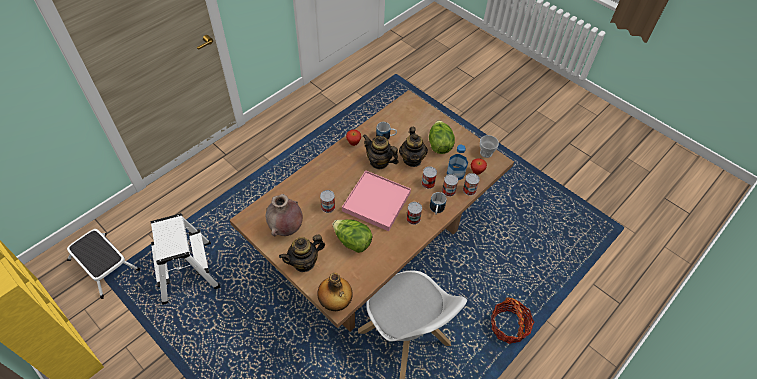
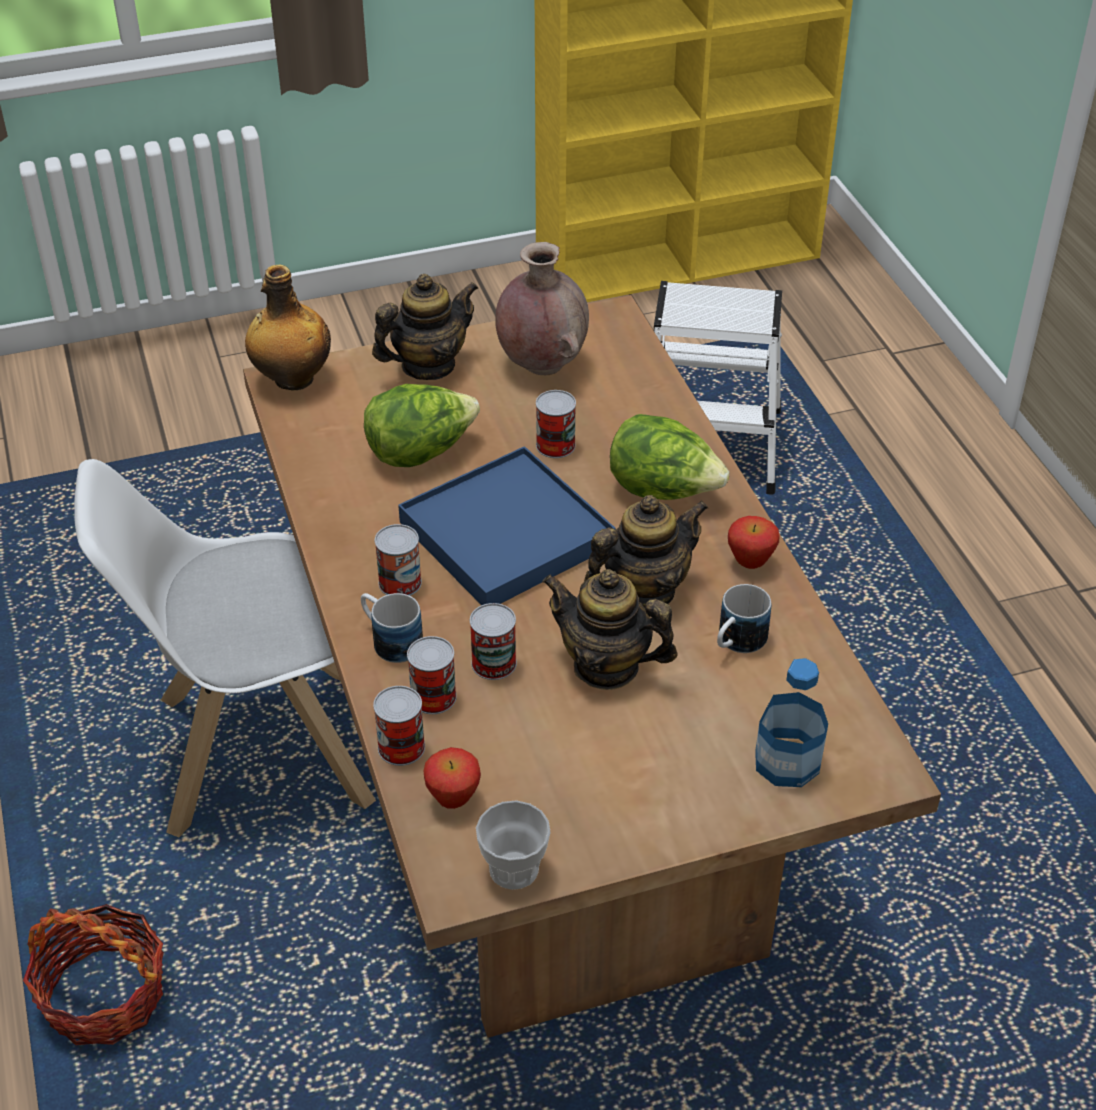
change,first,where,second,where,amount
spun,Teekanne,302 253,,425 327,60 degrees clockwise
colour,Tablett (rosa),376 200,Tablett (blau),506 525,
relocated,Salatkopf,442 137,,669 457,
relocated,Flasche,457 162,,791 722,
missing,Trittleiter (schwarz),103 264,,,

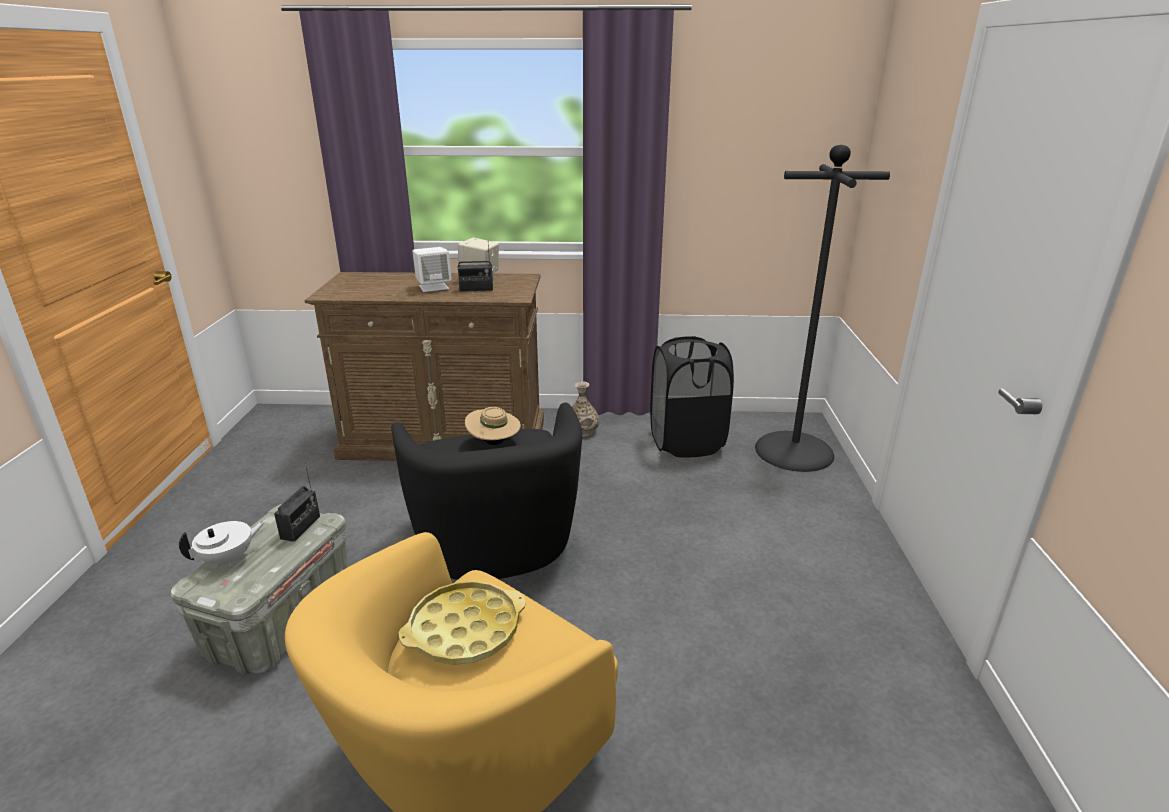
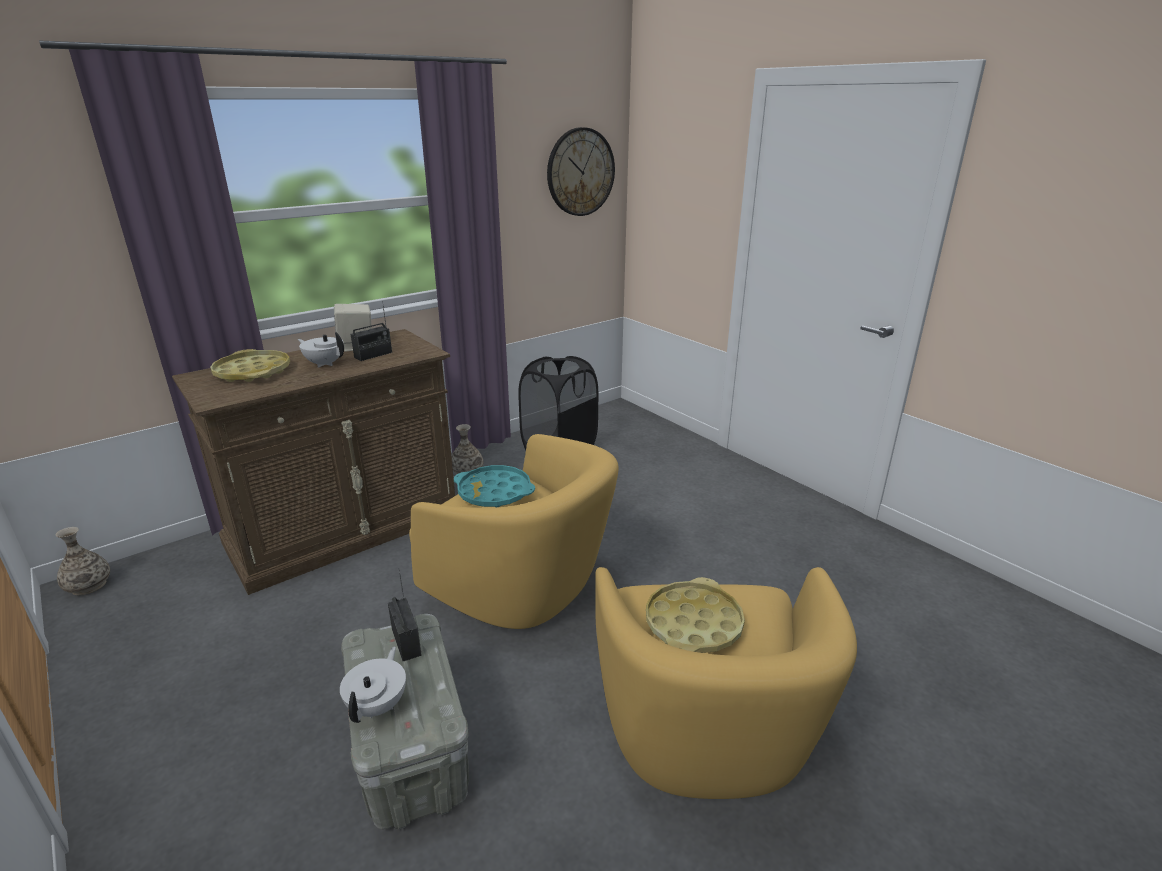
change,first,where,second,where,amount
appeared,,,Vase,83 561,
appeared,,,Tablett (gelb),250 365,
exchanged,Lautsprecher (weiß),432 269,Teekanne (weiß),321 350,
colour,Sessel (schwarz),486 491,Sessel (gelb),514 531,
exchanged,Hut (beige),493 426,Tablett (türkis),494 486,
appeared,,,Wanduhr,581 171,
missing,Kleiderständer (schwarz),822 308,,,

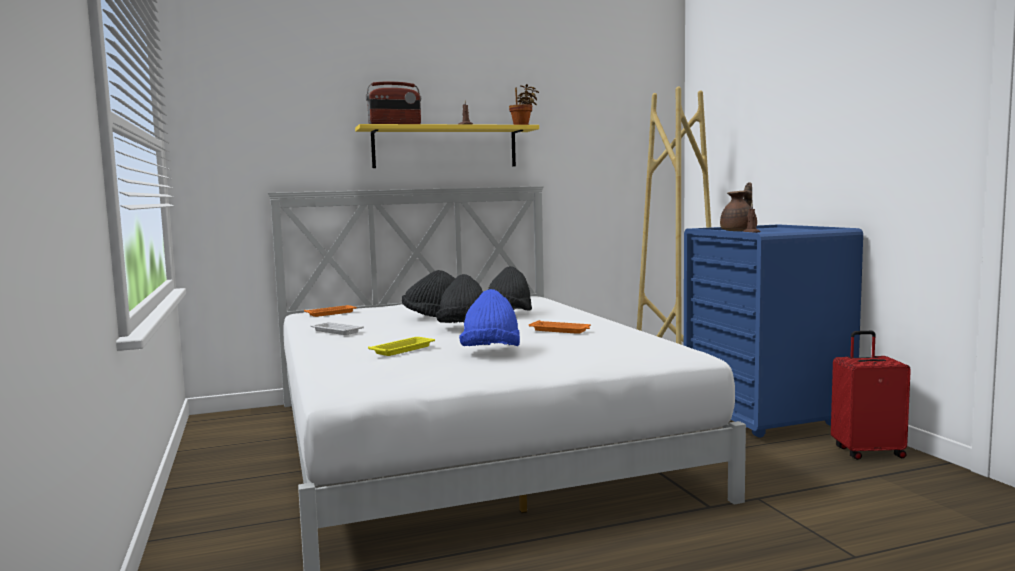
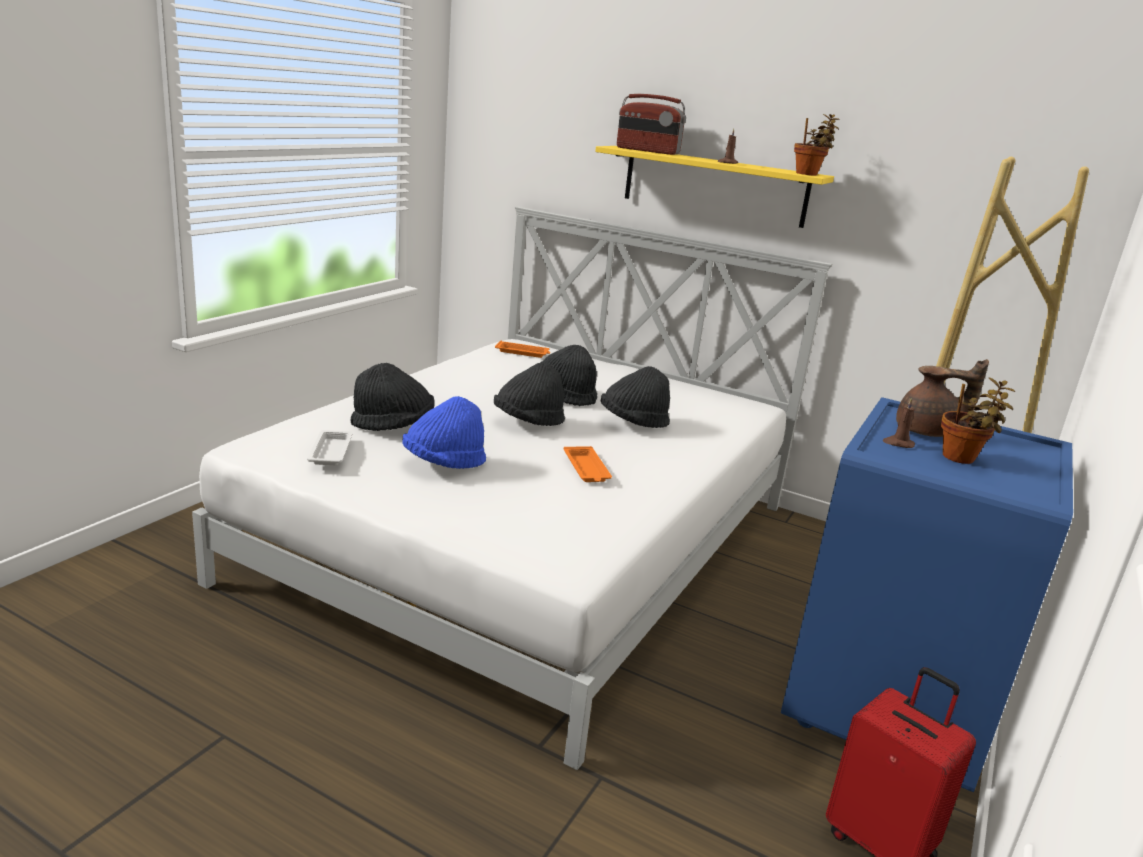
change,first,where,second,where,amount
relocated,Tablett (weiß),337 328,,330 447,
exchanged,Tablett (gelb),401 346,Hut (schwarz),393 397,
appeared,,,Topfpflanze,978 420,

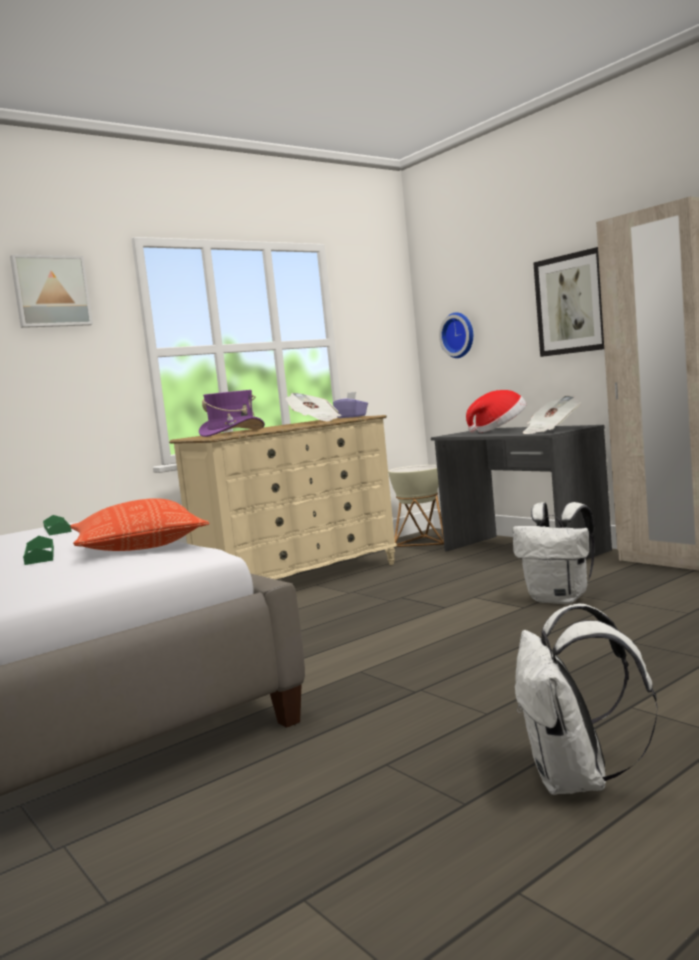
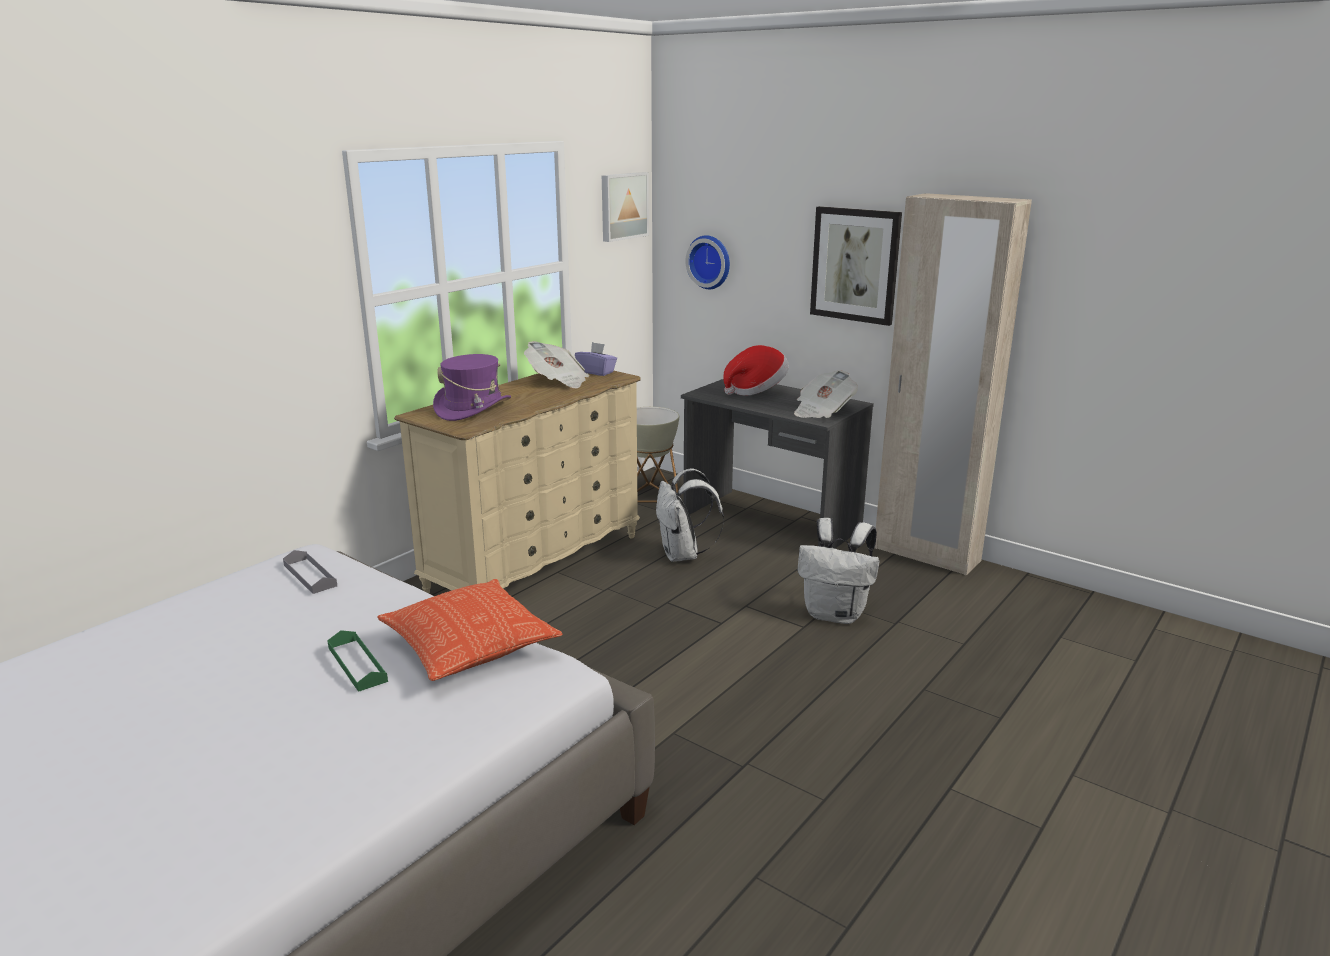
change,first,where,second,where,amount
colour,Tablett (grün),57 525,Tablett (grau),310 572,
relocated,Bild,51 291,,625 207,
relocated,Rucksack (weiß),586 699,,690 515,

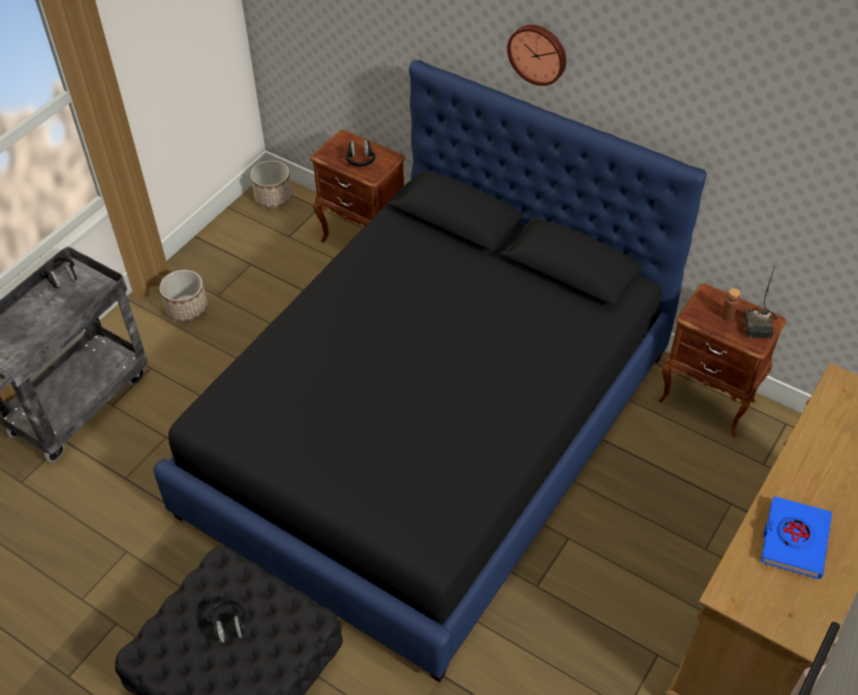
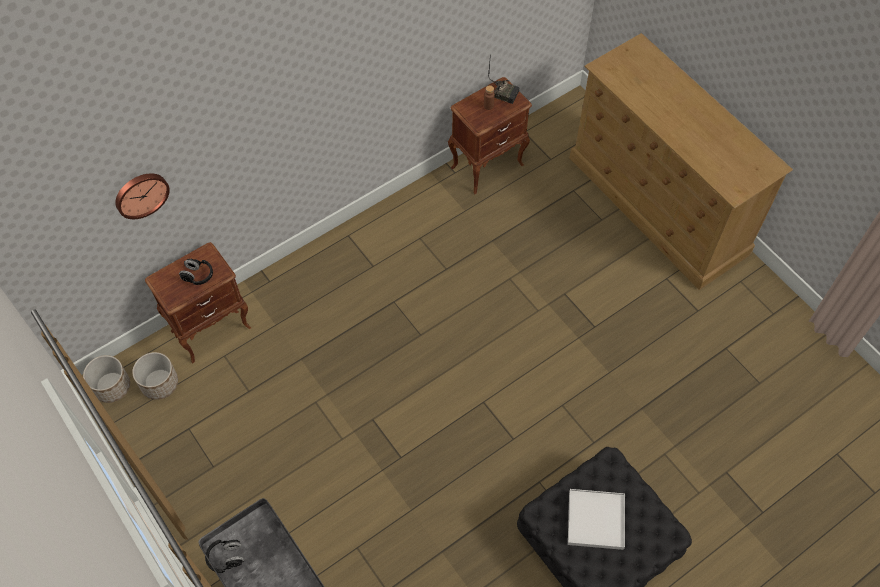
change,first,where,second,where,amount
relocated,Wanduhr,536 55,,142 196,
relocated,Pflanzkübel,184 296,,155 376,
exchanged,Kopfhörer (schwarz),226 621,Tablett (weiß),596 519,
missing,Bett (schwarz),430 371,,,
missing,Buch (blau),796 537,,,

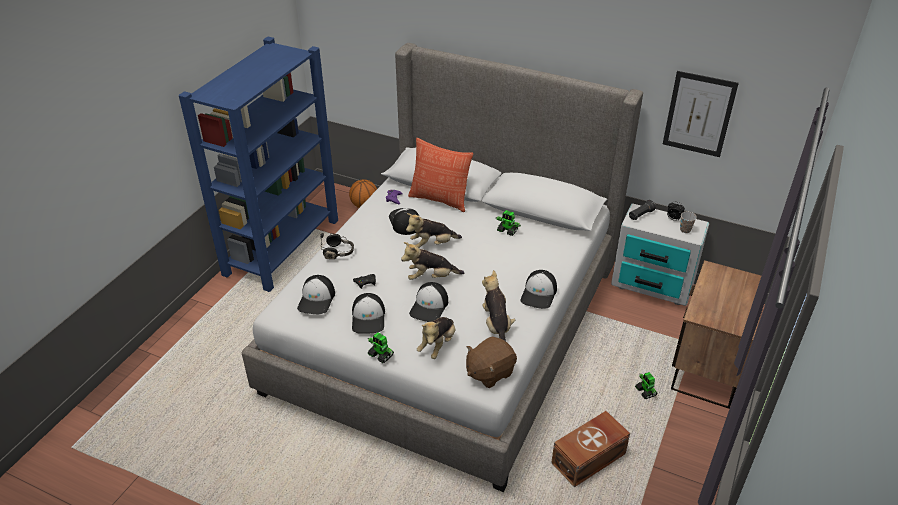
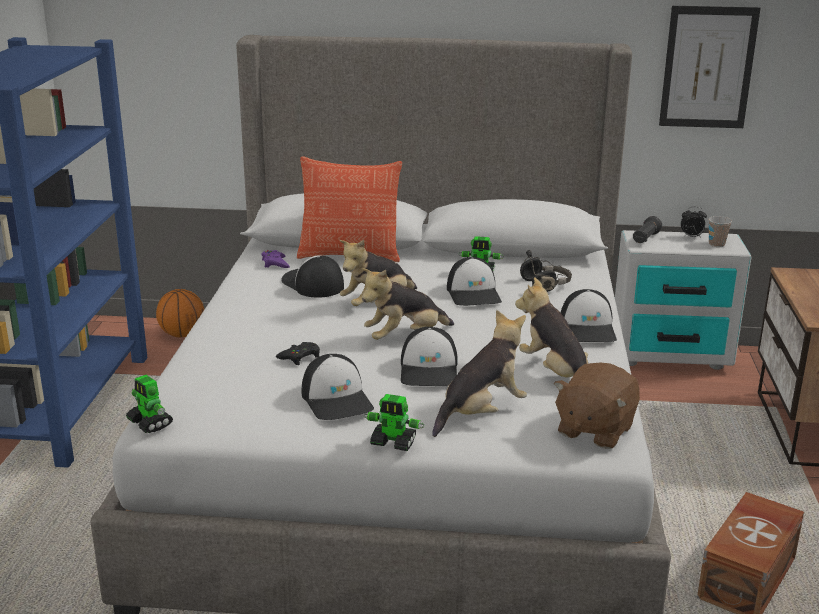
change,first,where,second,where,amount
relocated,Spielzeugroboter,646 385,,149 404,
spun,Plüschtier,436 338,,479 373,135 degrees counterclockwise
relocated,Kappe,316 294,,474 281,
relocated,Kopfhörer (schwarz),337 246,,546 271,

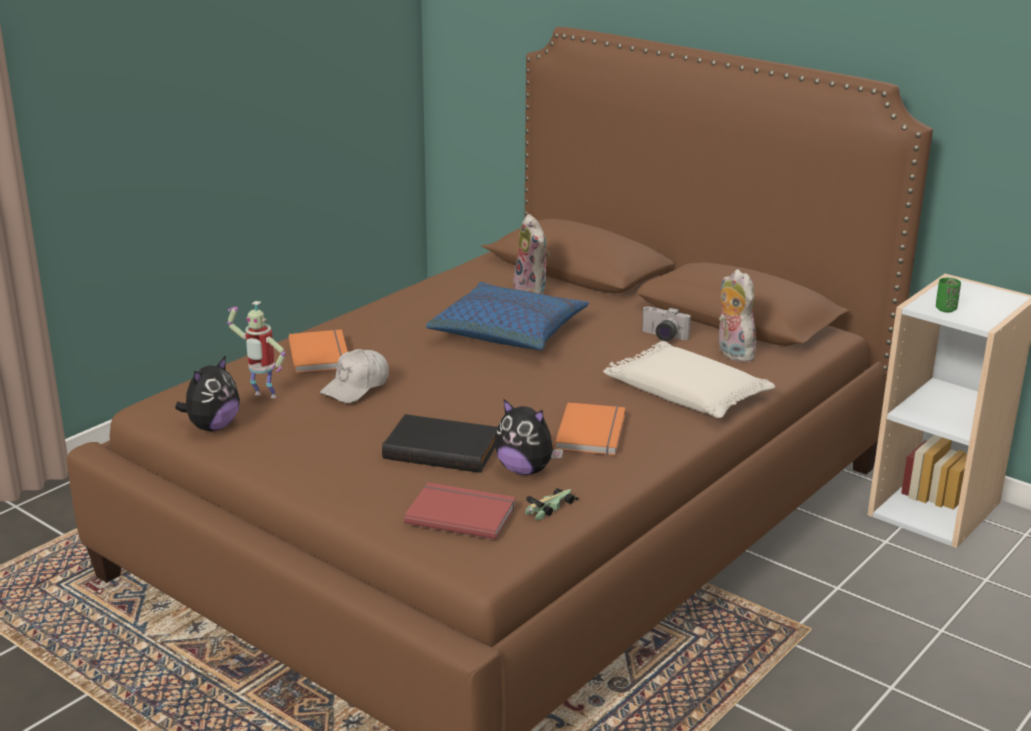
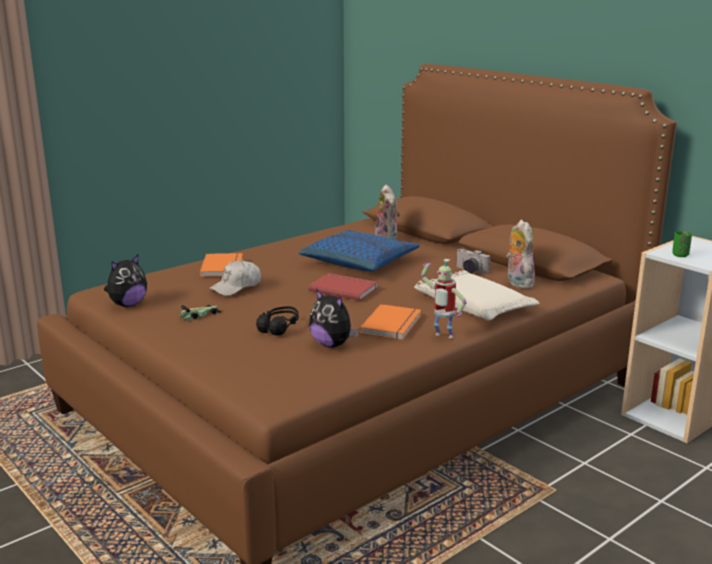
change,first,where,second,where,amount
relocated,Spielzeugauto,552 504,,200 313,
exchanged,Buch (schwarz),439 443,Kopfhörer (schwarz),277 321,
relocated,Buch (rot),460 511,,343 287,
relocated,Spielzeugroboter,256 349,,444 299,

